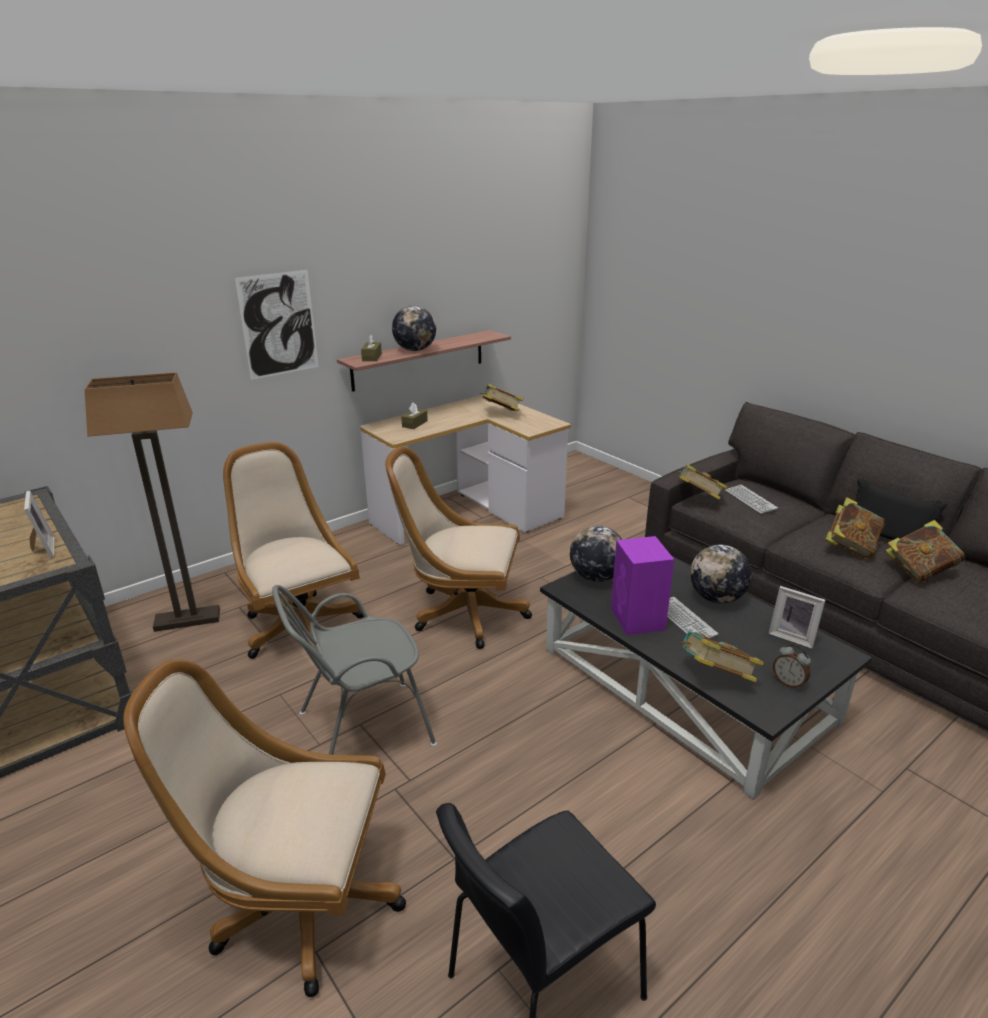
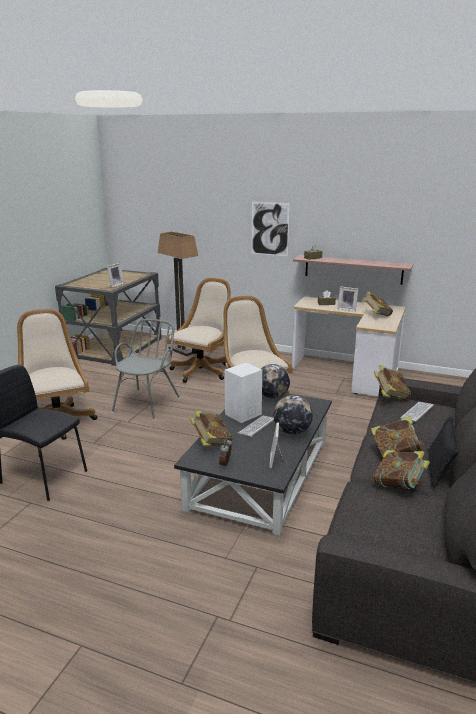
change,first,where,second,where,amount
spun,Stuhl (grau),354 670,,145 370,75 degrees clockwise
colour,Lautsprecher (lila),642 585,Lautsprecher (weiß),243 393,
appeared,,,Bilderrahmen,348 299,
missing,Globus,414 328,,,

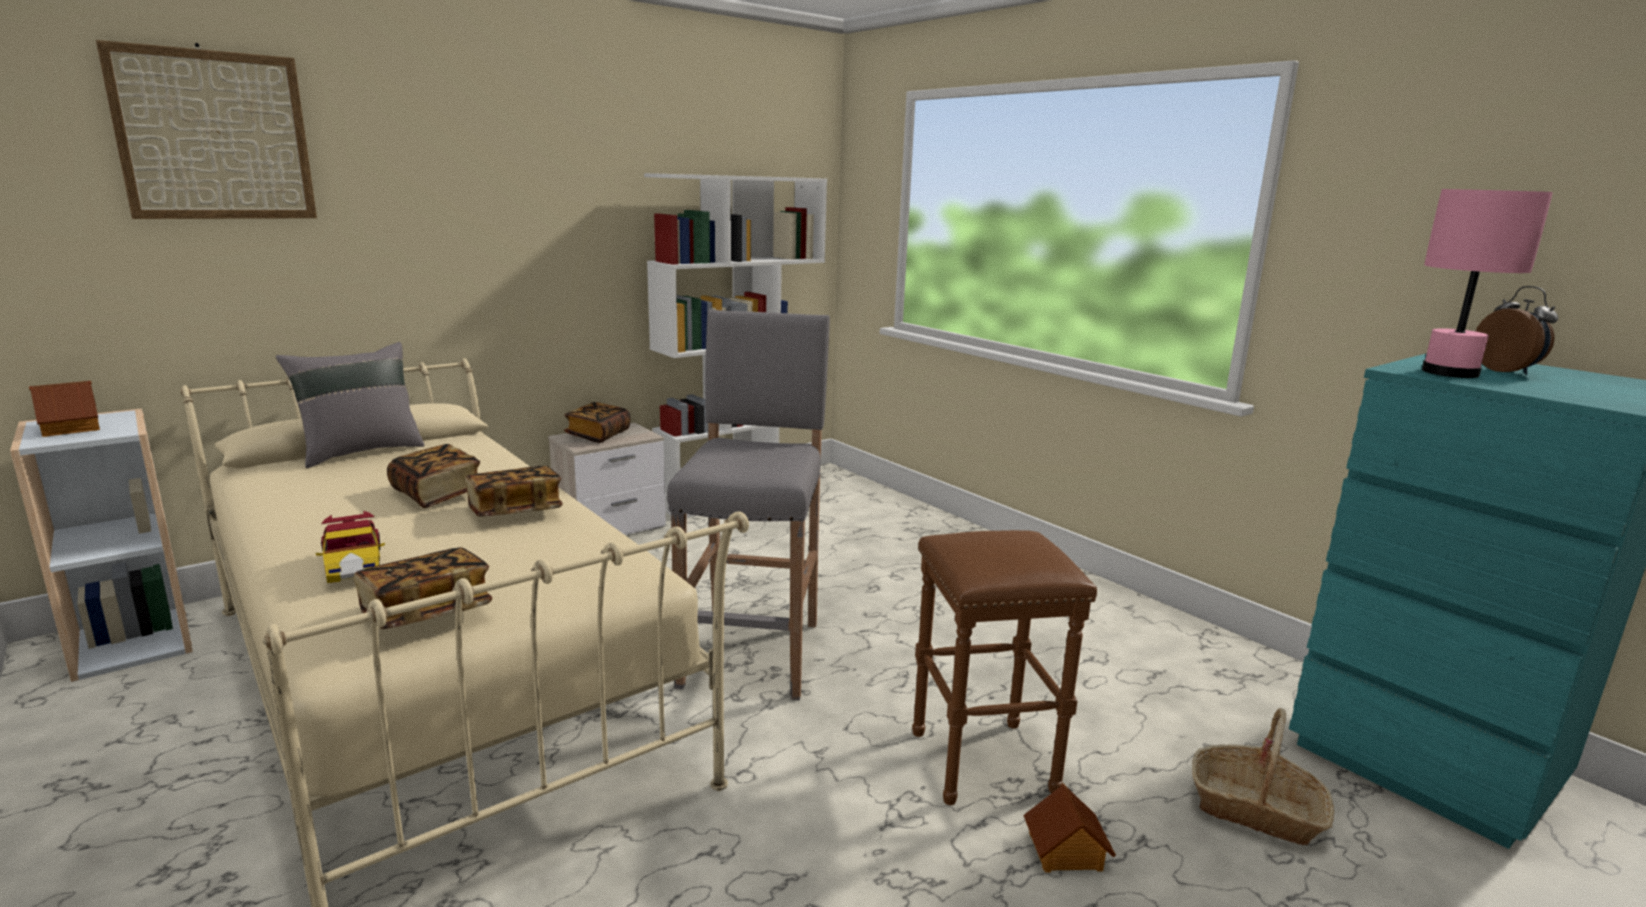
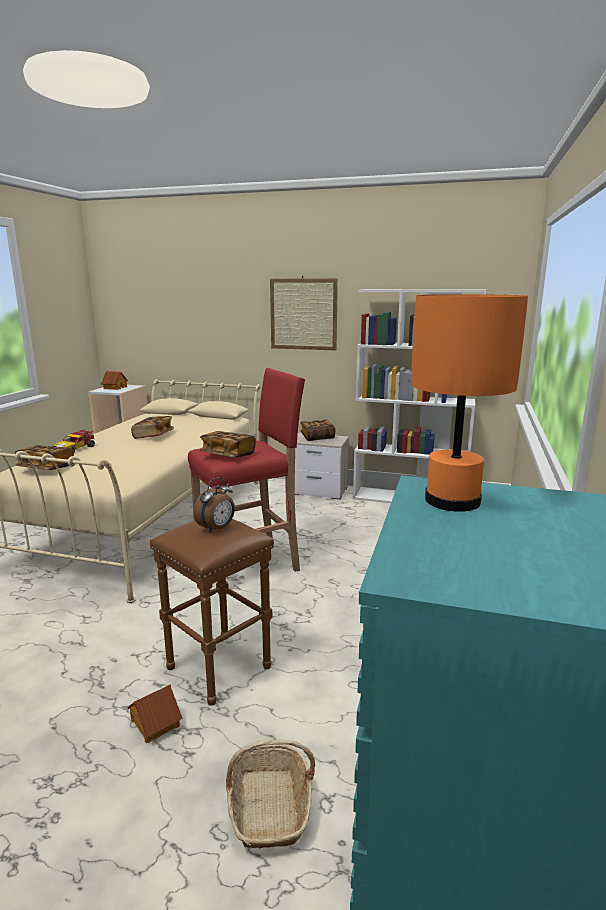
change,first,where,second,where,amount
colour,Hocker (grau),748 504,Hocker (rot),246 475,
relocated,Wecker,1517 330,,214 505,
relocated,Buch,514 491,,228 444,
relocated,Bild,206 129,,304 313,
colour,Tischlampe (rosa),1487 283,Tischlampe (orange),469 403,
missing,Kissen (grau),350 405,,,

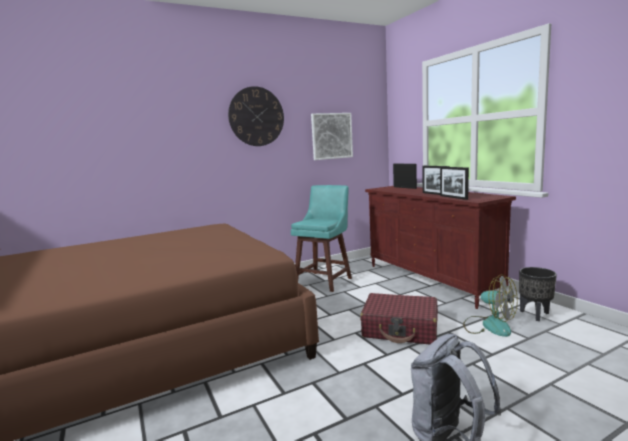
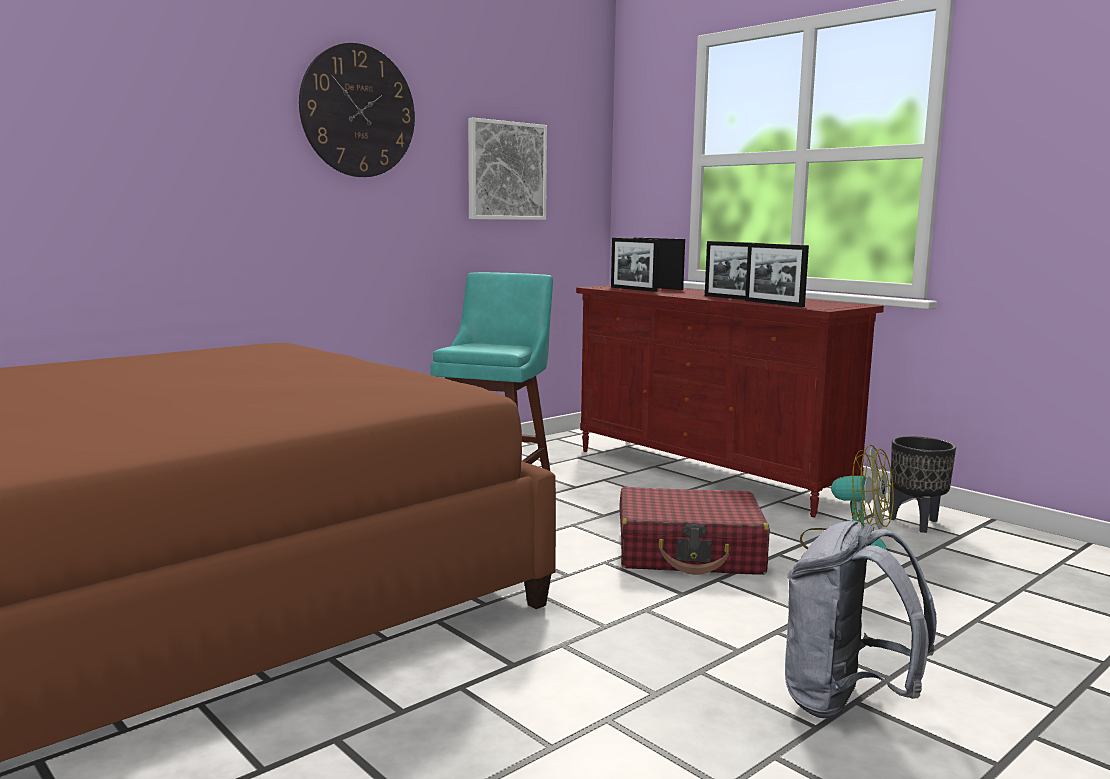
change,first,where,second,where,amount
appeared,,,Bilderrahmen,635 265,

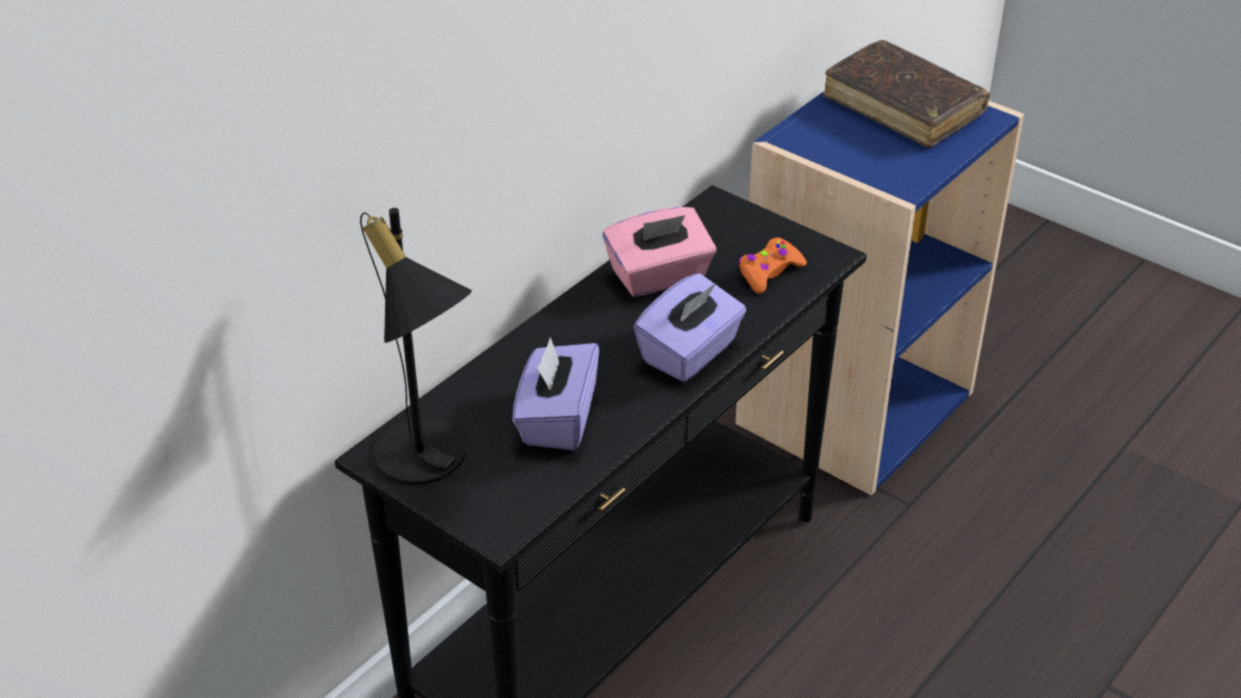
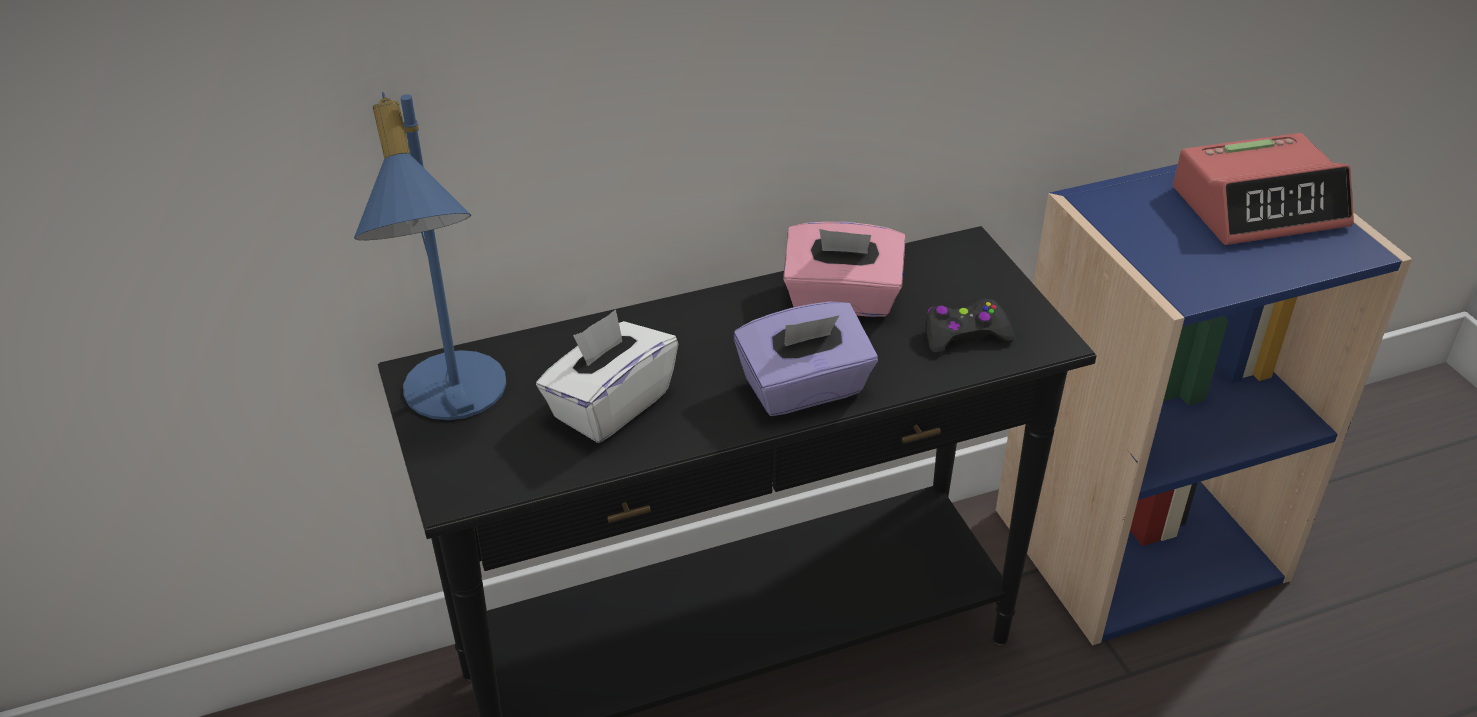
change,first,where,second,where,amount
colour,Tischlampe (schwarz),416 346,Tischlampe (blau),430 256,
colour,Taschentuchbox (lila),555 393,Taschentuchbox (weiß),607 376,
colour,Gamepad (orange),772 265,Gamepad (schwarz),969 326,
exchanged,Buch (braun),906 94,Wecker,1263 189,

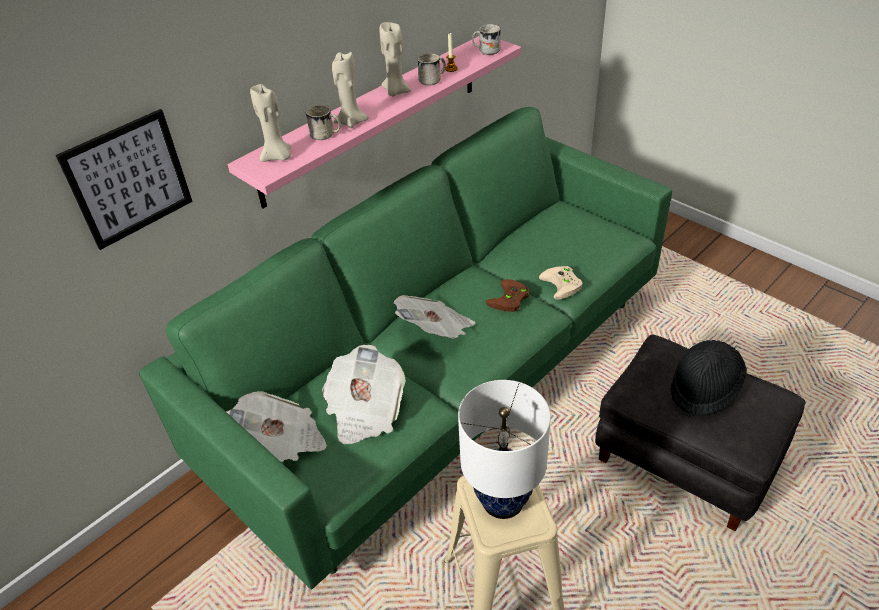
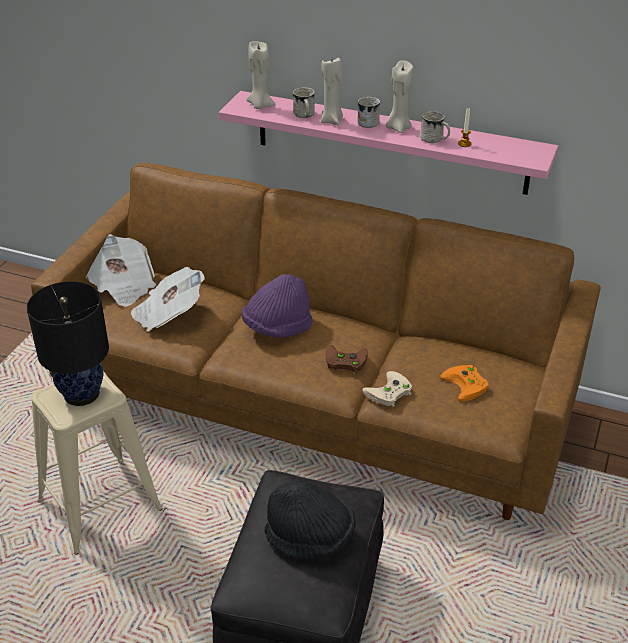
change,first,where,second,where,amount
colour,Tischlampe (weiß),504 449,Tischlampe (schwarz),68 343,
colour,Sofa (grün),405 348,Sofa (braun),316 341,
exchanged,Zeitung,435 317,Hut (lila),277 306,
relocated,Henkelbecher (weiß),486 39,,368 112,
appeared,,,Gamepad (orange),464 383,
missing,Bild,124 179,,,

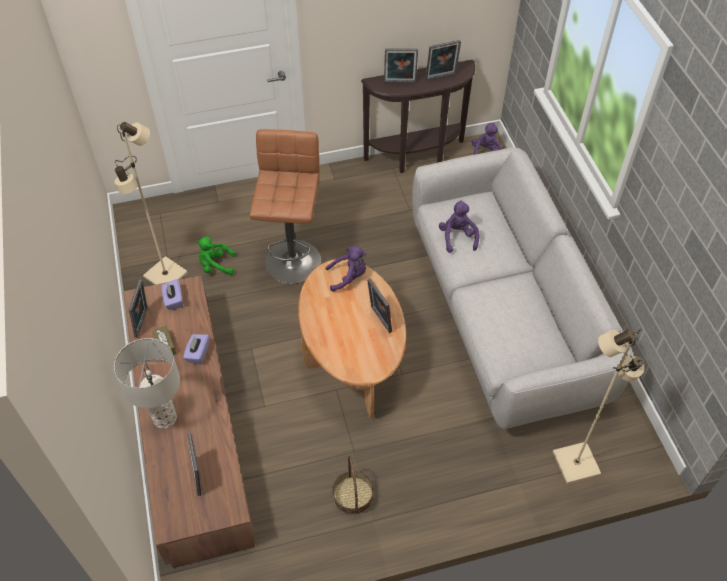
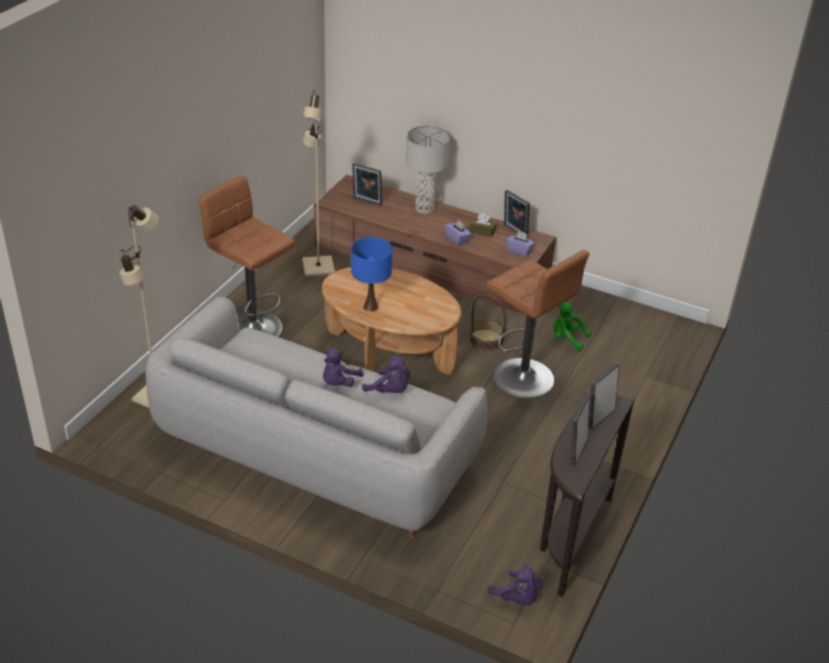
change,first,where,second,where,amount
appeared,,,Hocker (braun),246 256,
relocated,Stehlampe (beige),151 203,,318 183,
relocated,Plüschtier (lila),346 269,,343 367,
exchanged,Bilderrahmen,379 305,Tischlampe (blau),372 274,
relocated,Korb,353 485,,487 322,
spun,Plüschtier (grün),216 255,,572 326,105 degrees counterclockwise

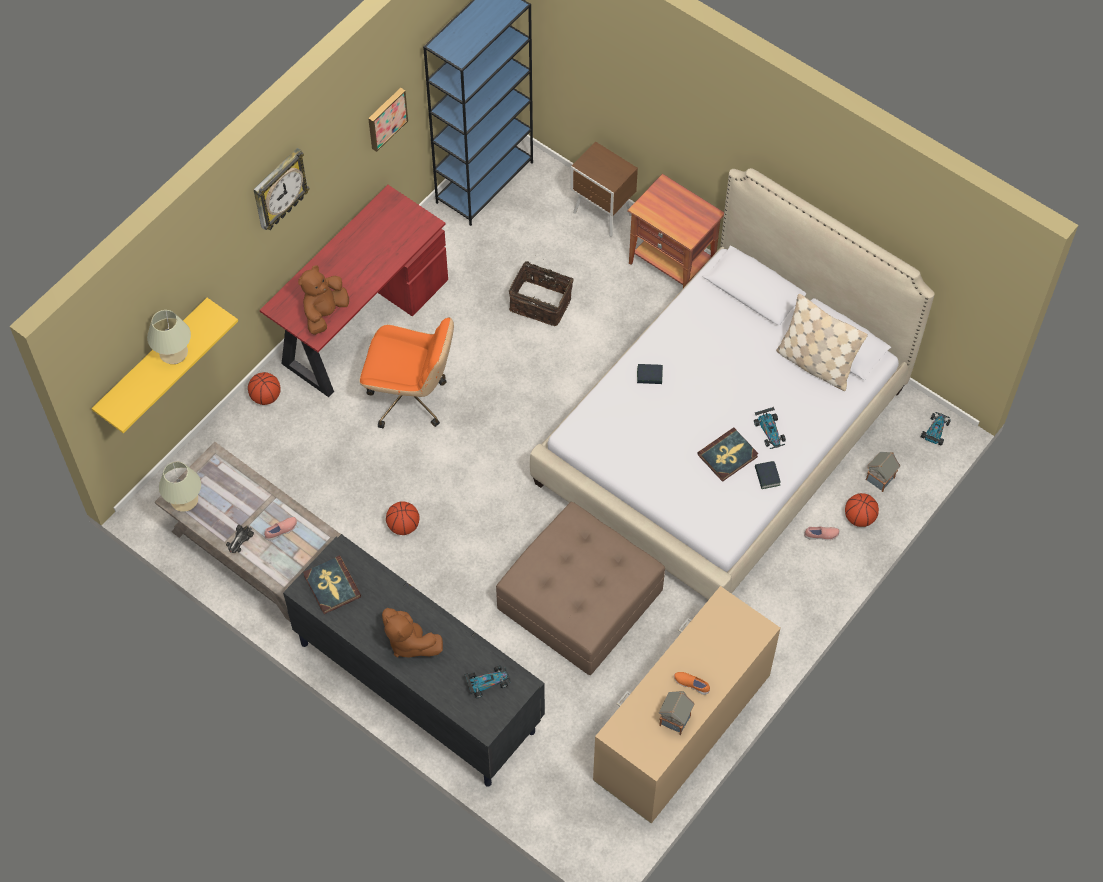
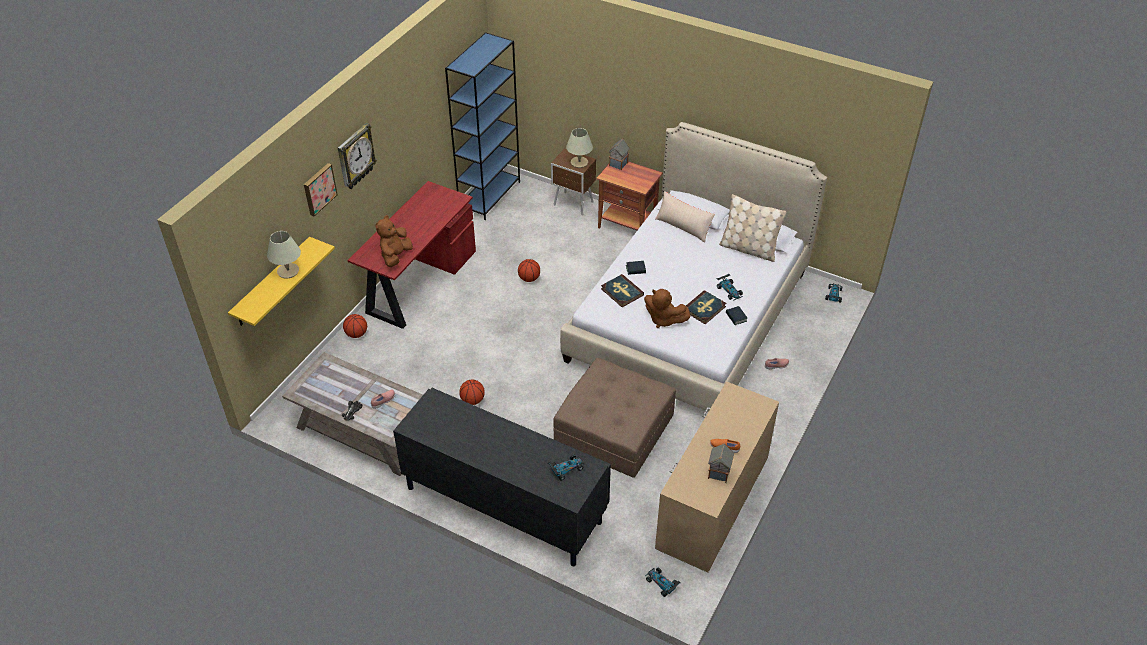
change,first,where,second,where,amount
relocated,Bild,388 120,,321 189,
relocated,Basketball,862 510,,529 270,
relocated,Tischlampe (beige),180 487,,579 148,
relocated,Buch,332 585,,622 290,
relocated,Spielzeughaus,883 472,,619 154,
relocated,Plüschtier (braun),412 633,,667 308,
appeared,,,Spielzeugauto,662 582,
appeared,,,Kissen (beige),685 217,
missing,Bürostuhl (orange),406 372,,,
missing,Korb,541 293,,,

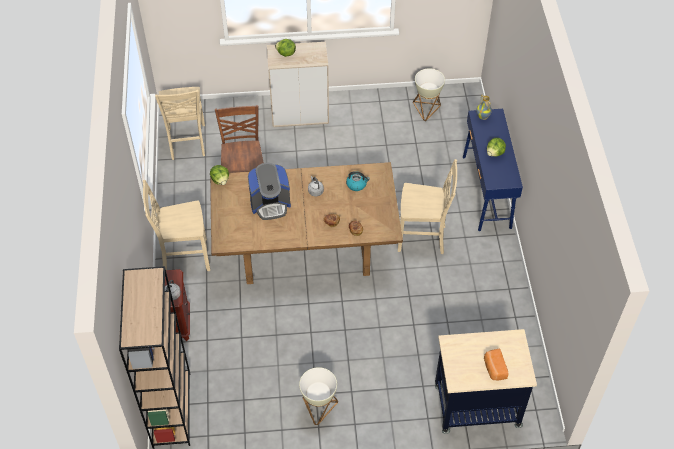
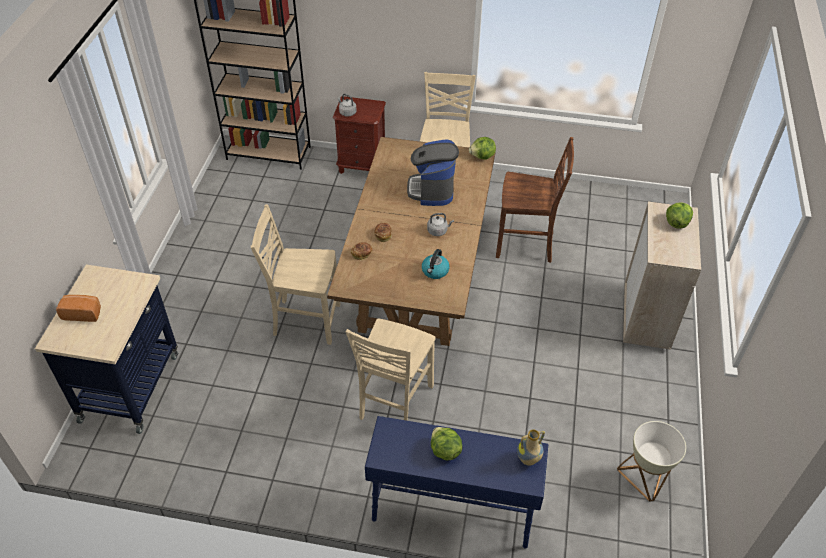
change,first,where,second,where,amount
relocated,Stuhl (beige),180 123,,295 274,
missing,Pflanzkübel,318 396,,,

